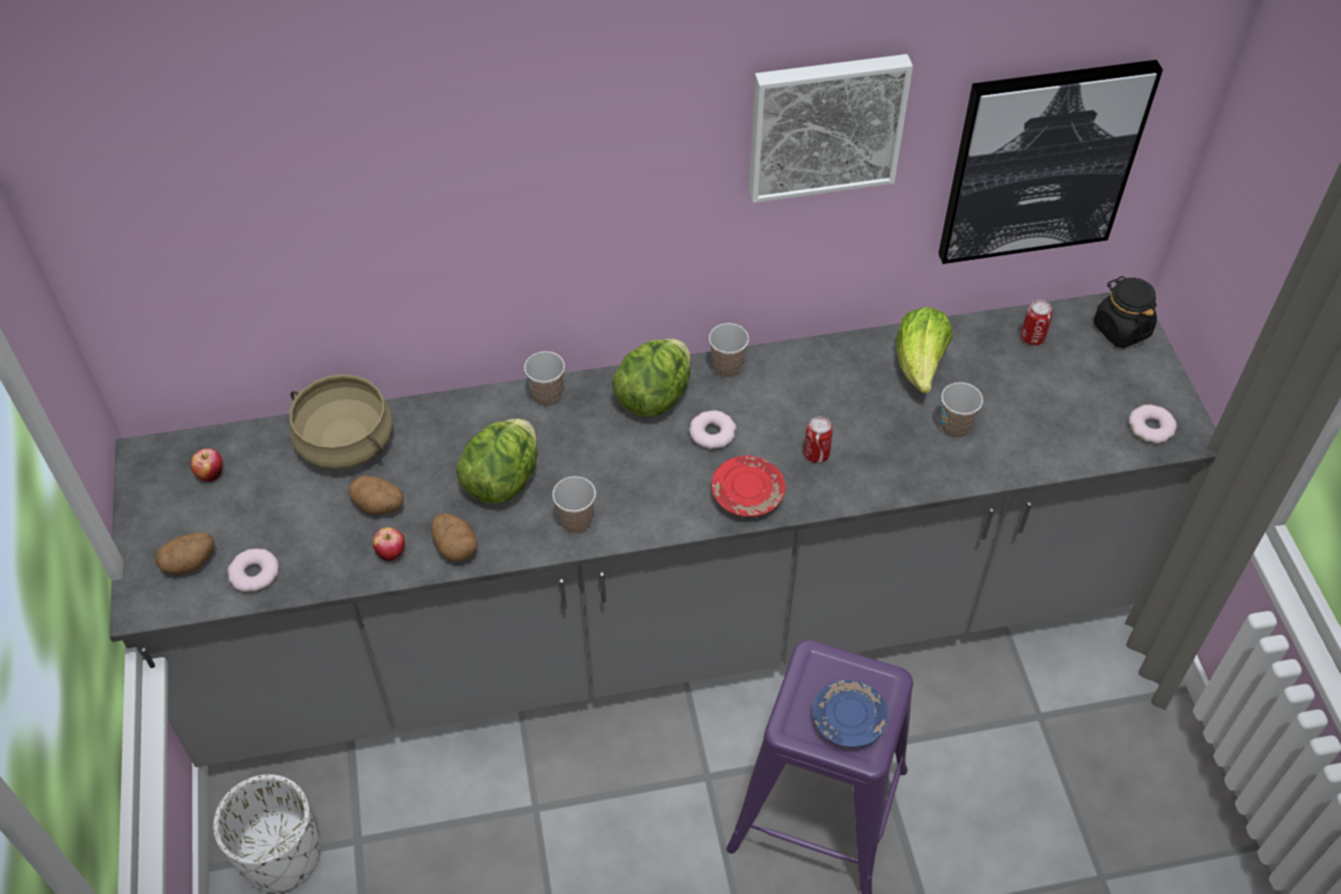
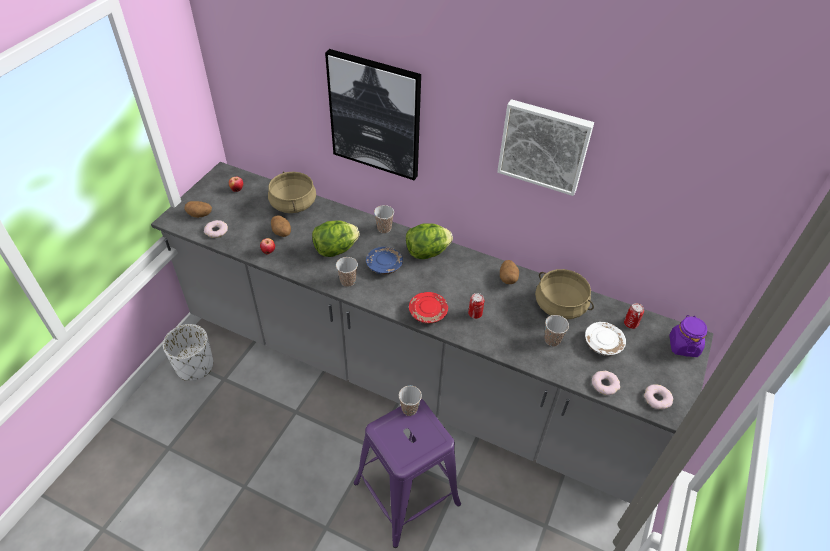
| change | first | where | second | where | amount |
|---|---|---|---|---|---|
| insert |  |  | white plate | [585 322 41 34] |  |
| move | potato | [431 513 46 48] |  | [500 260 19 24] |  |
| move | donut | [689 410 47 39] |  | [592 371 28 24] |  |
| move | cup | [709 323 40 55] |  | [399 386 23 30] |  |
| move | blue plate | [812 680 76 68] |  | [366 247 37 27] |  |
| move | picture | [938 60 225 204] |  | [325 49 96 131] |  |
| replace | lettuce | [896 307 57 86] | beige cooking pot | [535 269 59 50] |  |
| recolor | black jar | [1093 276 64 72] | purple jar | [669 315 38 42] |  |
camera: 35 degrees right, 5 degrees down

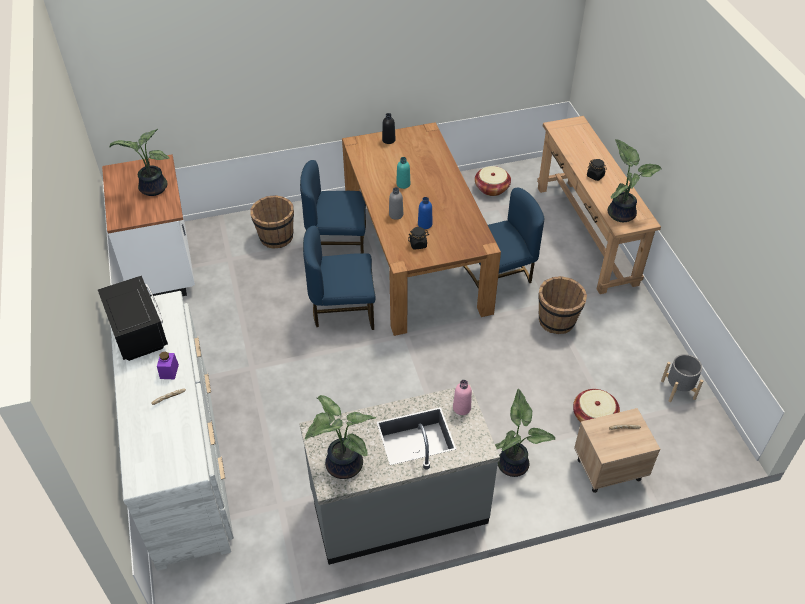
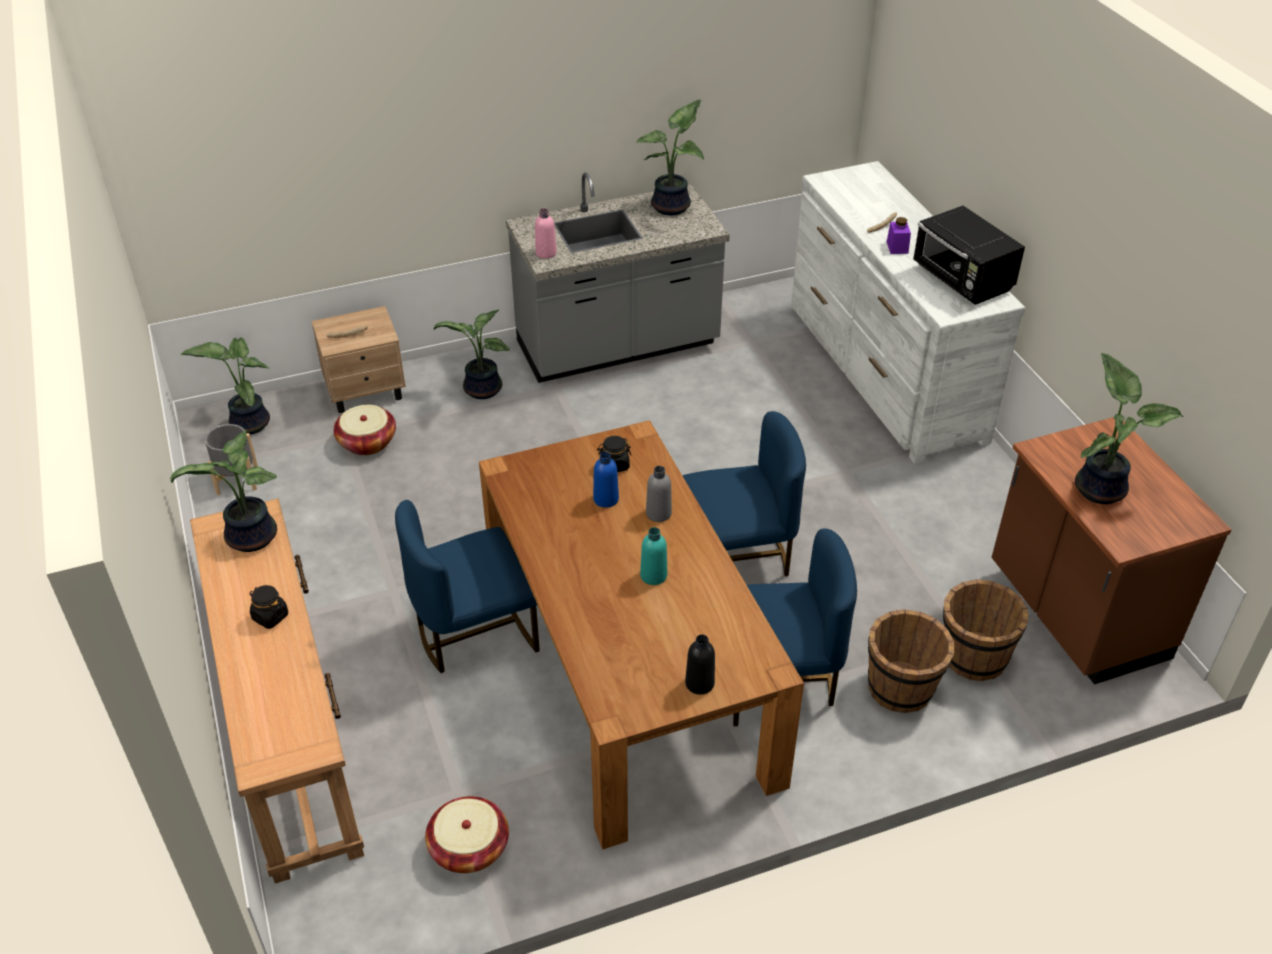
| change | first | where | second | where | amount |
|---|---|---|---|---|---|
| insert |  |  | potted plant | [181 337 89 97] |  |
| move | brown bucket | [539 276 48 58] |  | [943 579 86 102] |  |
| recolor | white counter | [102 154 93 143] | brown counter | [992 417 240 267] |  |
camera: 175 degrees right, 5 degrees down

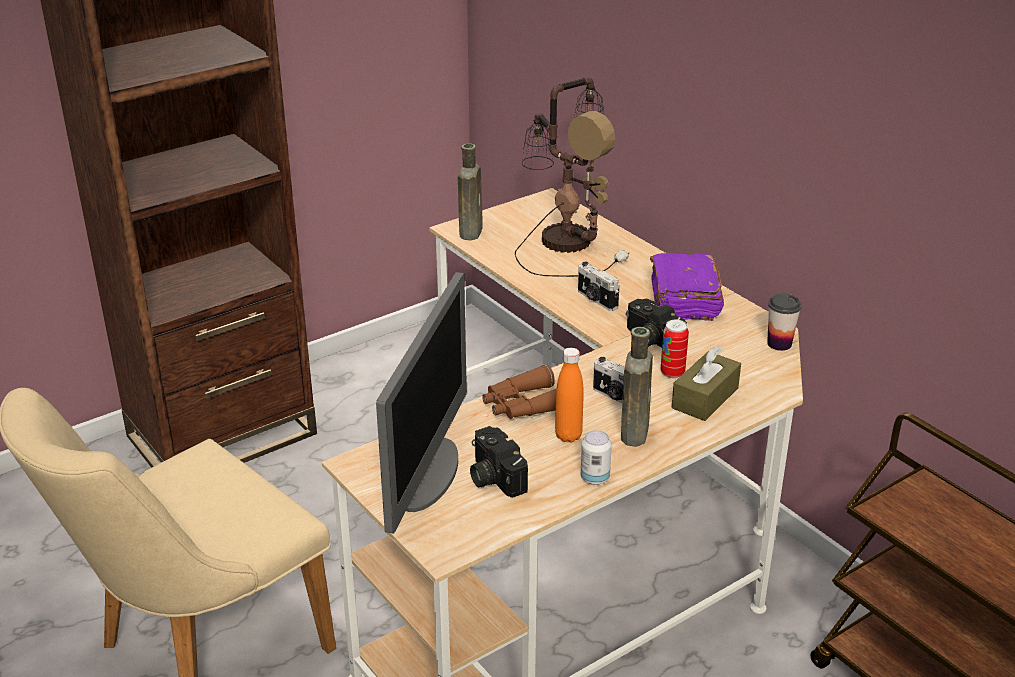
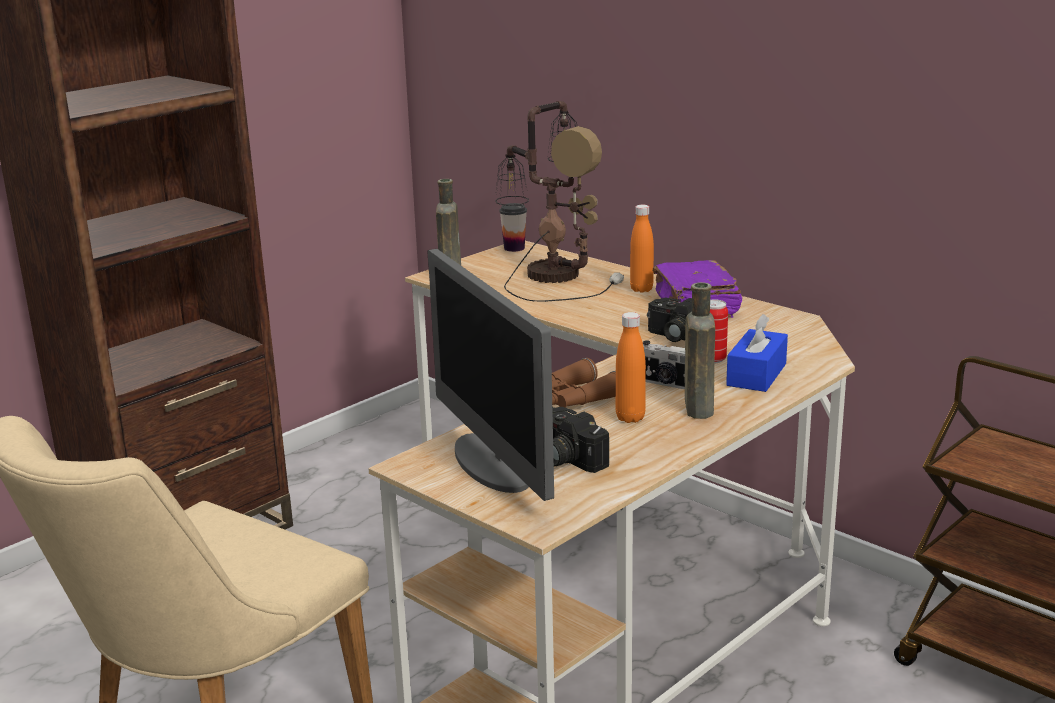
| change | first | where | second | where | amount |
|---|---|---|---|---|---|
| delete | photo camera | [578 262 42 49] |  |  |  |
| delete | can | [581 430 31 55] |  |  |  |
| insert |  |  | orange bottle | [630 205 24 88] |  |
| move | cup | [767 293 35 58] |  | [499 203 28 49] |  |
| recolor | brown tissue box | [671 346 70 75] | blue tissue box | [726 314 62 78] |  |
| rotate | monitor | [376 272 91 262] |  | [428 249 126 252] | 150 degrees clockwise |
camera: 10 degrees left, 10 degrees down

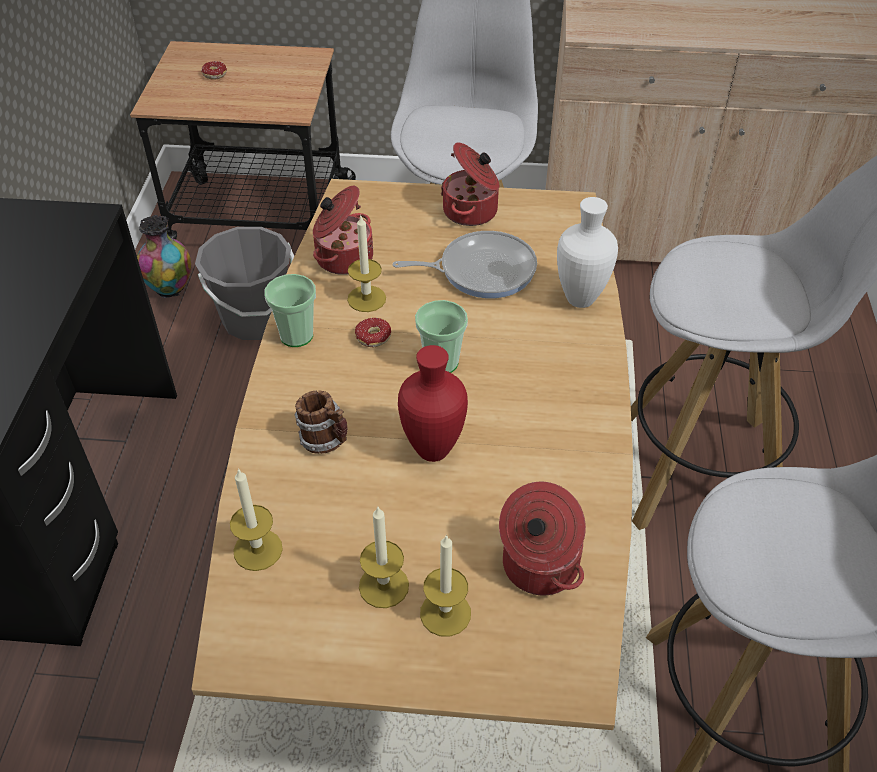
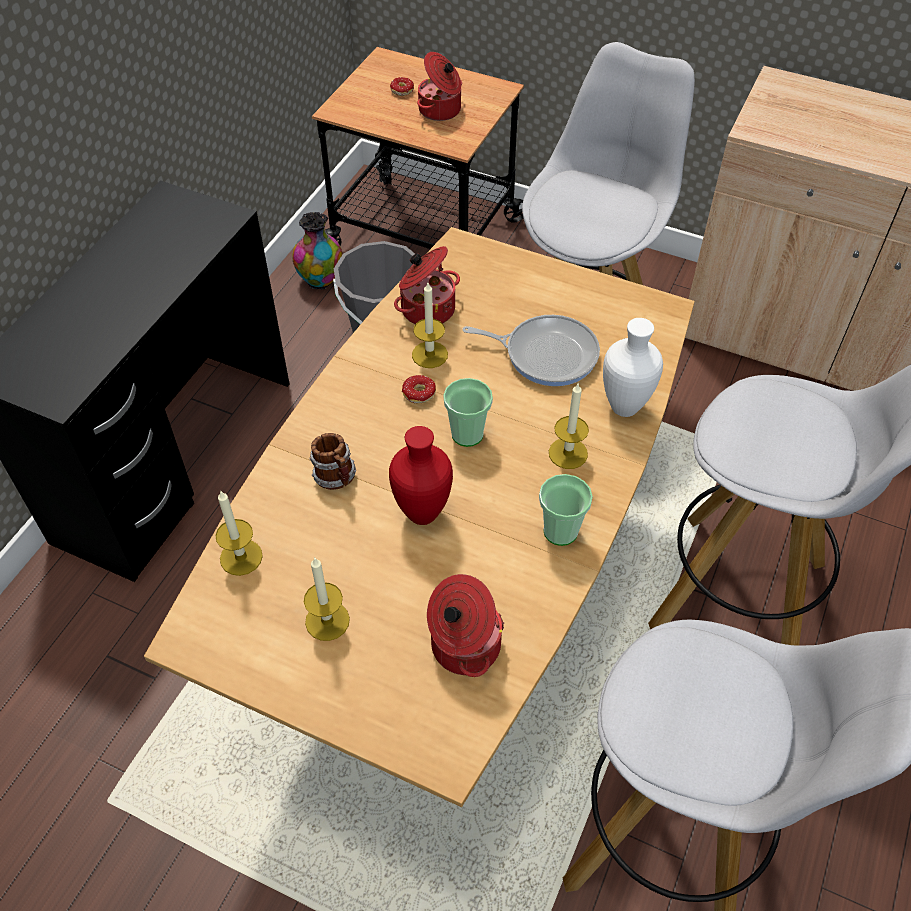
| change | first | where | second | where | amount |
|---|---|---|---|---|---|
| move | cup | [264 274 52 73] |  | [539 474 54 72] |  |
| move | candle | [420 534 51 103] |  | [549 382 40 87] |  |
| move | cooking pot | [441 142 58 84] |  | [417 52 45 69] |  |
camera: 20 degrees right, 5 degrees up

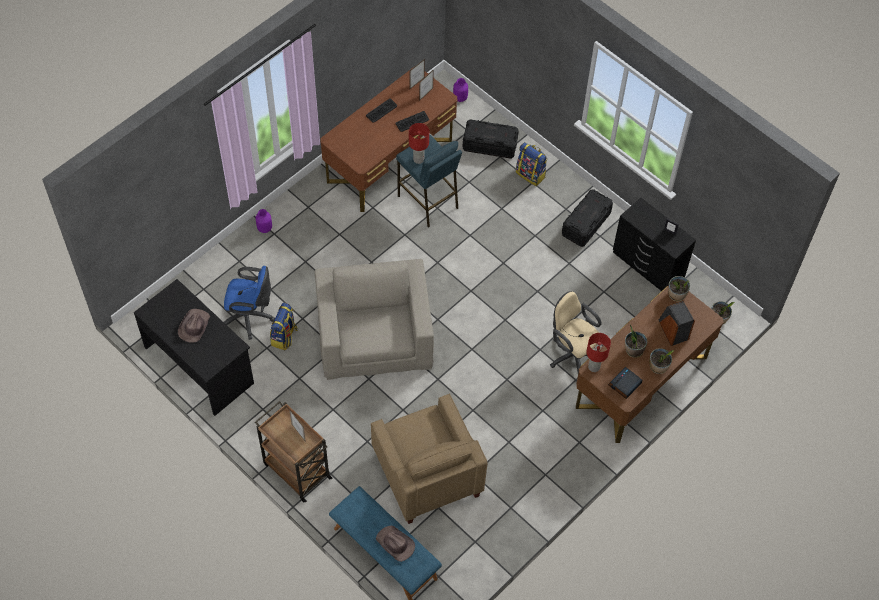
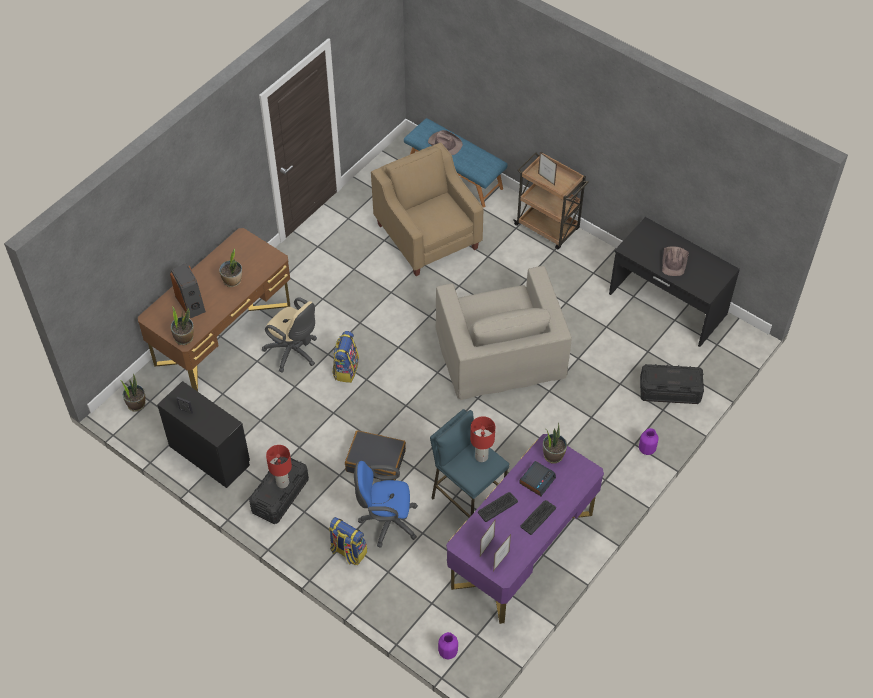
| change | first | where | second | where | amount |
|---|---|---|---|---|---|
| insert |  |  | black suitcase | [345 430 61 50] |  |
| move | blue office chair | [224 266 51 74] |  | [354 461 64 87] |  |
| move | backpack | [270 302 28 48] |  | [333 331 26 52] |  |
| move | black storage box | [463 119 56 40] |  | [640 364 64 40] |  |
| move | red table lamp | [586 333 25 39] |  | [266 445 26 43] |  |
| move | alarm clock | [608 367 35 32] |  | [519 461 37 35] |  |
| move | potted plant | [650 348 24 26] |  | [543 422 24 42] |  |
| recolor | brown desk | [320 66 137 146] | purple desk | [446 434 158 190] |  |
camera: 175 degrees right, 5 degrees down

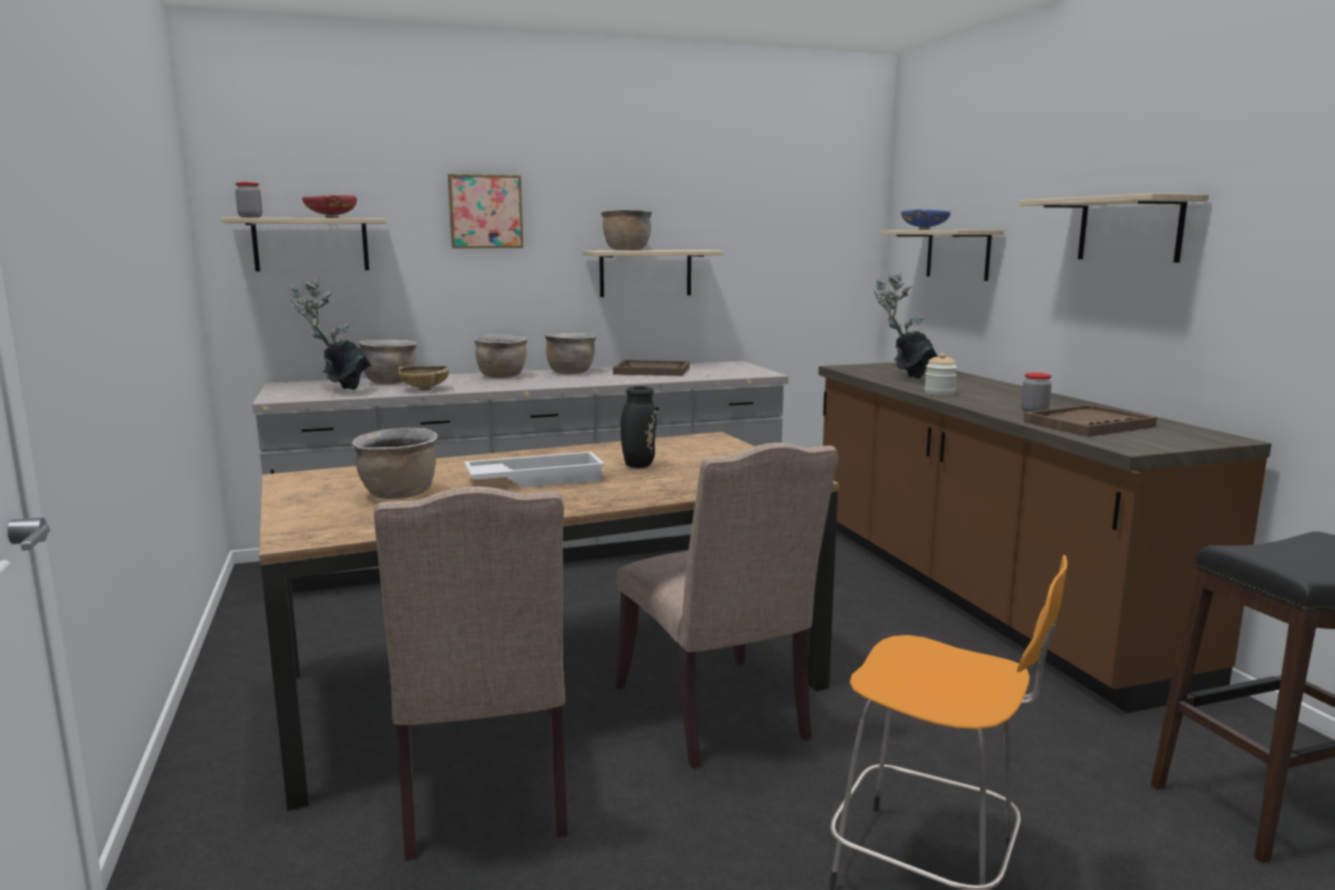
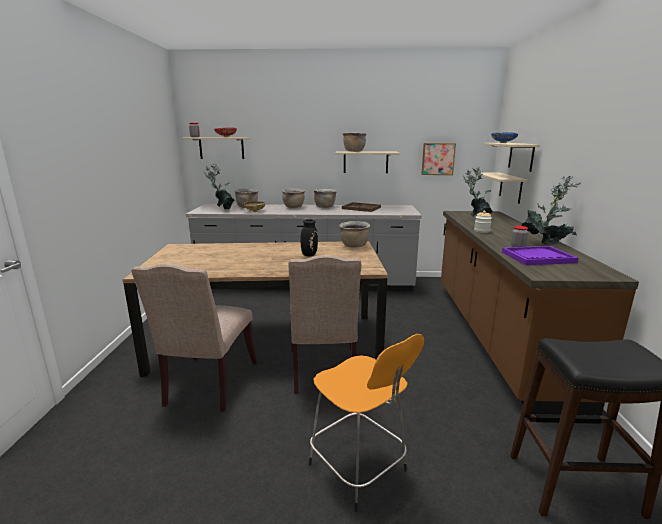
| change | first | where | second | where | amount |
|---|---|---|---|---|---|
| delete | white tray | [464 452 141 36] |  |  |  |
| insert |  |  | potted plant | [521 176 60 70] |  |
| move | brown cooking pot | [352 427 86 72] |  | [339 221 31 27] |  |
| move | picture | [448 174 75 74] |  | [421 143 35 32] |  |
| move | shelf | [1019 193 190 70] |  | [478 172 49 32] |  |
| recolor | brown tray | [1023 405 134 32] | purple tray | [502 246 76 19] |  |
camera: 20 degrees right, 5 degrees up

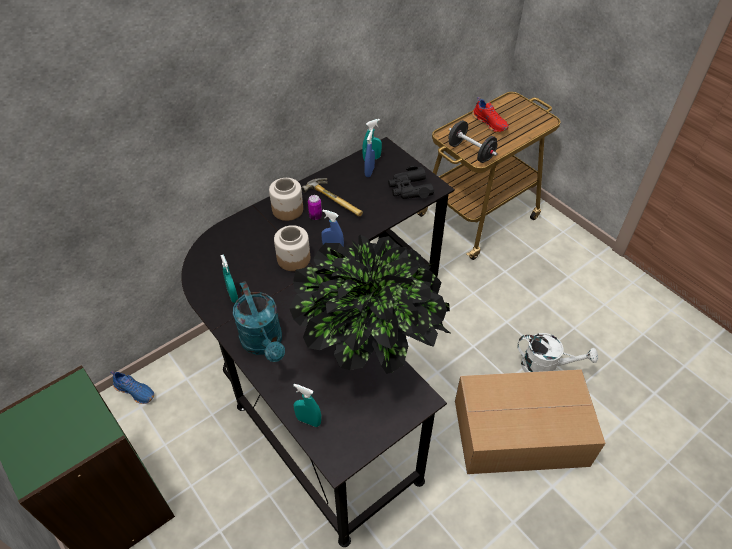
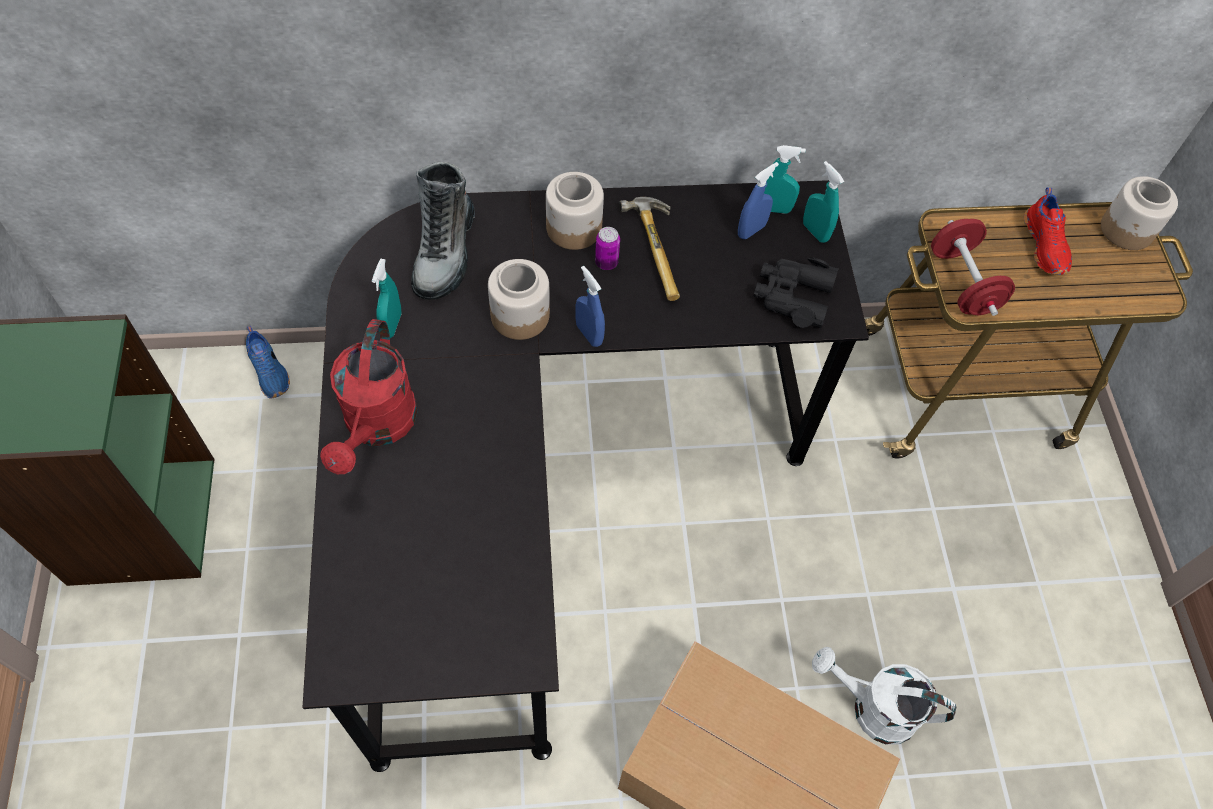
| change | first | where | second | where | amount |
|---|---|---|---|---|---|
| delete | potted plant | [289 234 161 140] |  |  |  |
| insert |  |  | boot | [411 162 64 138] |  |
| insert |  |  | jar | [1101 176 77 74] |  |
| move | turquoise spray bottle | [293 383 28 44] |  | [803 161 41 82] |  |
| recolor | turquoise watering can | [233 281 52 81] | red watering can | [320 319 98 156] |  |
| recolor | black dumbbell | [448 120 50 43] | red dumbbell | [931 219 84 97] |  |
| rotate | white watering can | [517 333 81 39] |  | [812 647 144 98] | 150 degrees clockwise |
camera: 30 degrees right, 10 degrees up

